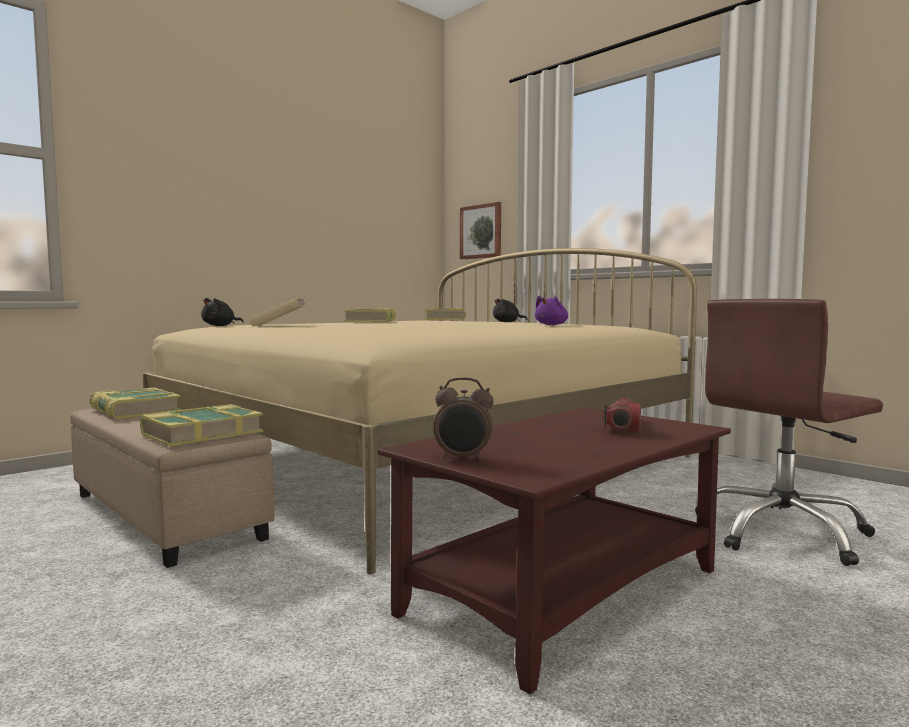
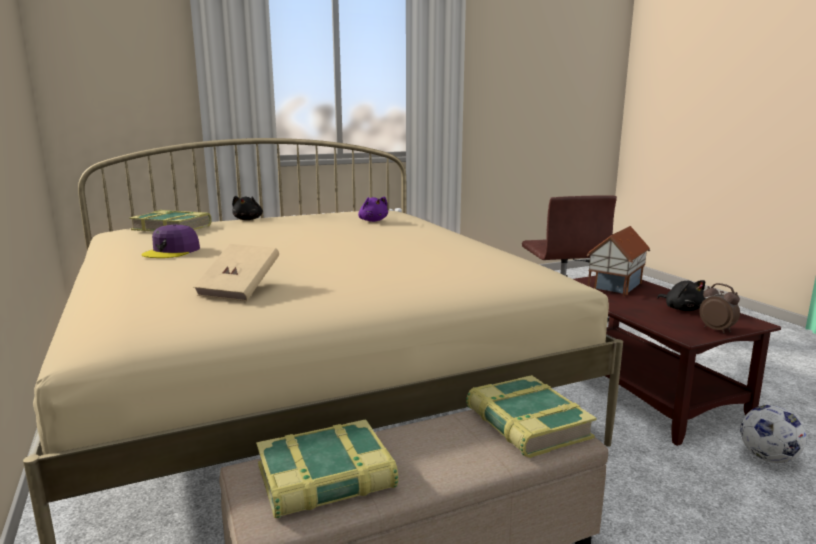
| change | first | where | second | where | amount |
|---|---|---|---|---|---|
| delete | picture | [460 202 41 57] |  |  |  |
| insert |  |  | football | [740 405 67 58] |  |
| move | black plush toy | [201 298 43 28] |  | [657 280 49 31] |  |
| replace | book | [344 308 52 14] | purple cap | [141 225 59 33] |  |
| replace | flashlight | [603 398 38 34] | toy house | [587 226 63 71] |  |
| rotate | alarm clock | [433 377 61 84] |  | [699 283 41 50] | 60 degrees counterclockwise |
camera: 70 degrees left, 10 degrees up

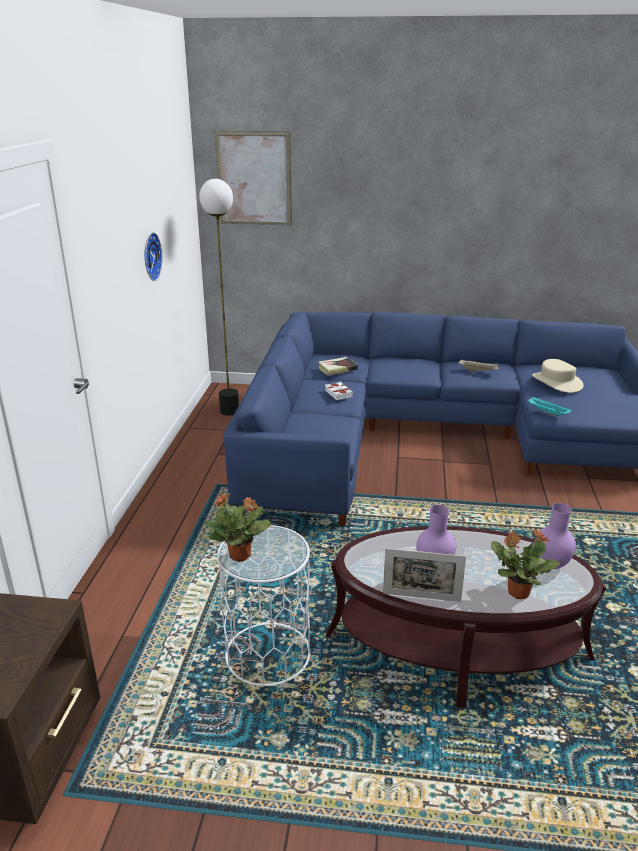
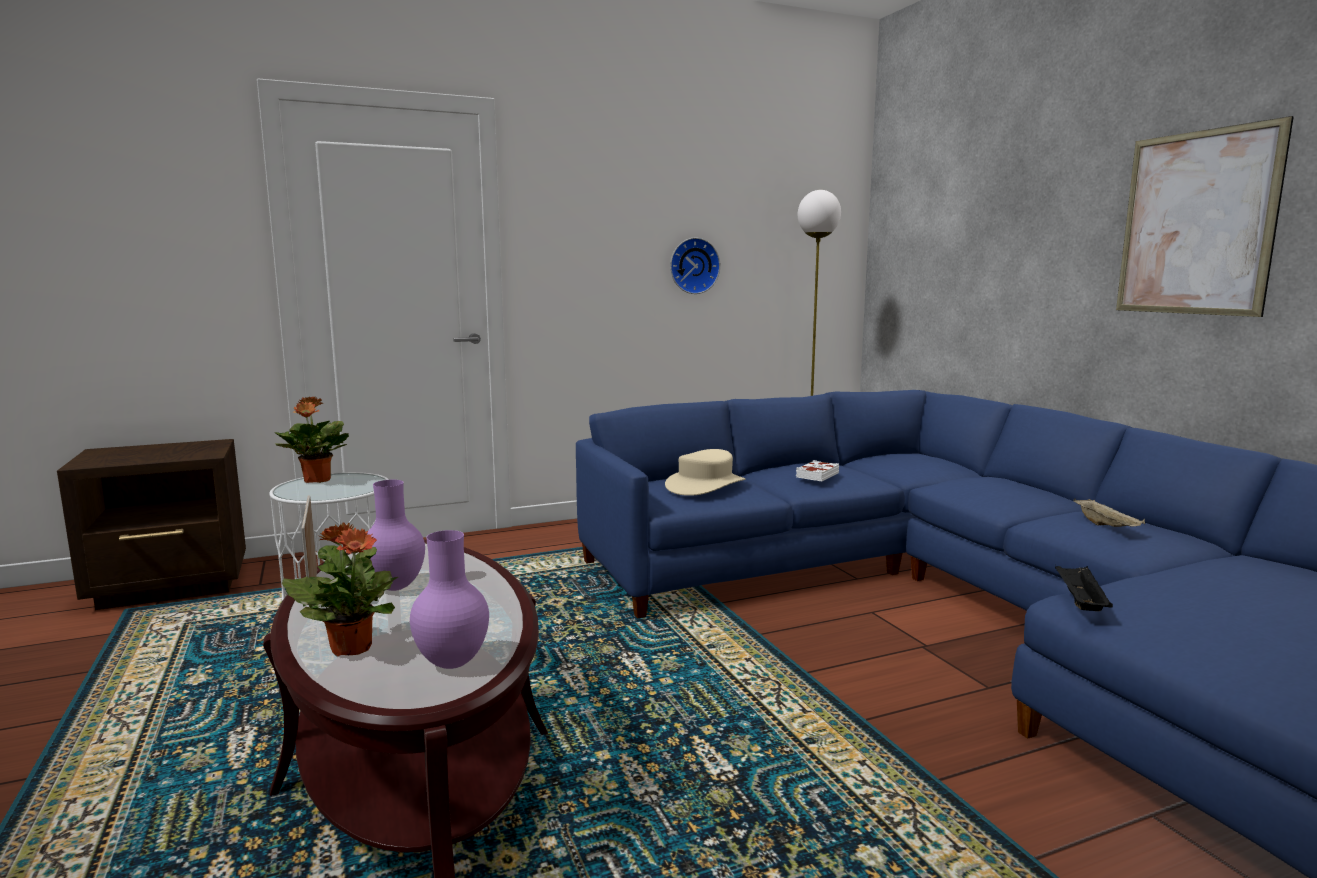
| change | first | where | second | where | amount |
|---|---|---|---|---|---|
| delete | book | [318 357 40 19] |  |  |  |
| move | picture | [215 131 77 94] |  | [1116 116 178 201] |  |
| move | beige hat | [532 359 52 34] |  | [665 449 81 47] |  |
| recolor | turquoise tray | [527 396 45 20] | black tray | [1055 563 58 48] |  |
camera: 60 degrees right, 15 degrees down

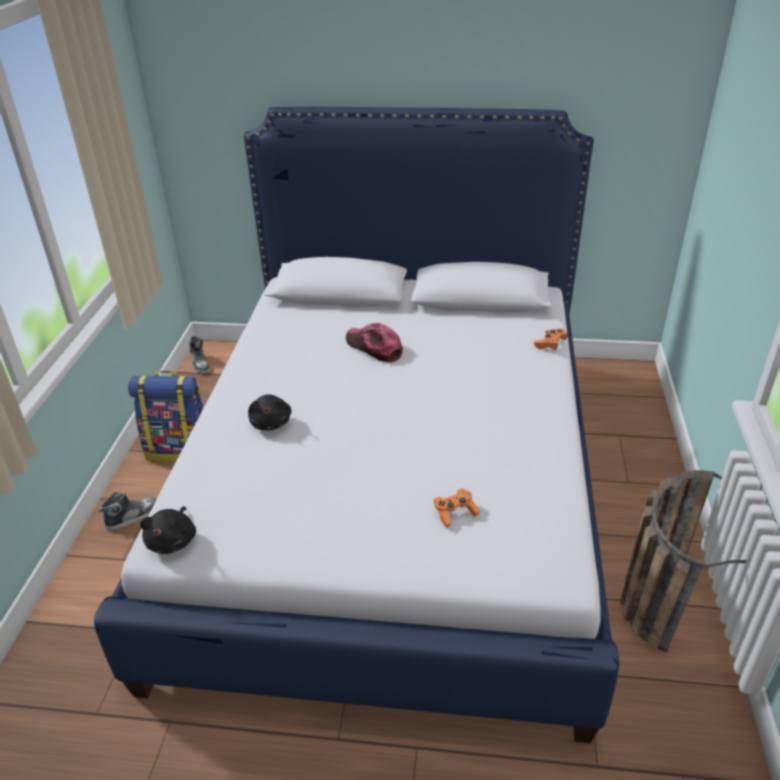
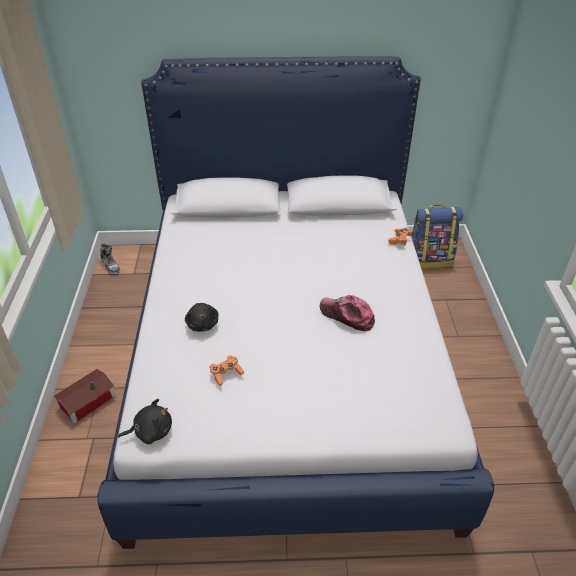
| change | first | where | second | where | amount |
|---|---|---|---|---|---|
| delete | basket | [620 470 128 182] |  |  |  |
| move | backpack | [128 371 76 92] |  | [411 204 52 65] |  |
| move | cap | [346 323 57 40] |  | [320 295 55 37] |  |
| move | orange game controller | [434 489 46 38] |  | [210 355 34 31] |  |
| replace | shoe | [99 492 57 39] | toy house | [53 369 63 55] |  |
| rotate | black plush toy | [140 506 56 48] |  | [118 399 54 45] | 105 degrees counterclockwise |
camera: 10 degrees left, 5 degrees up

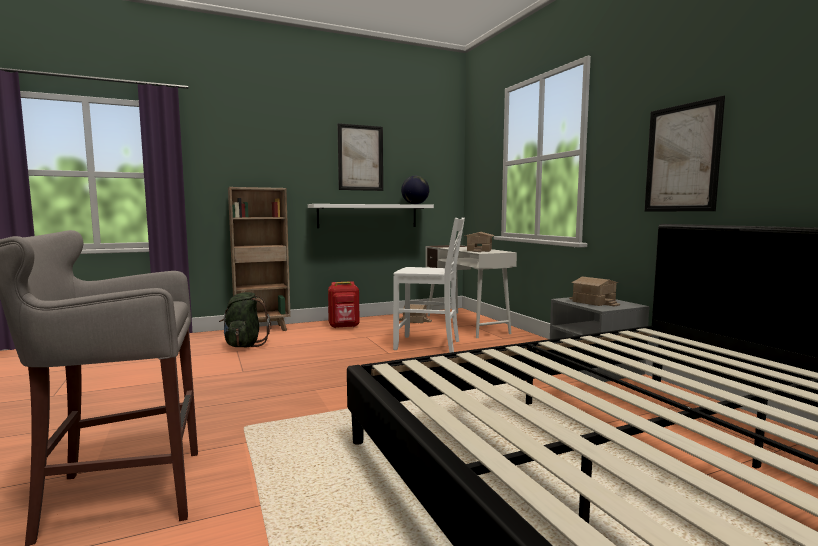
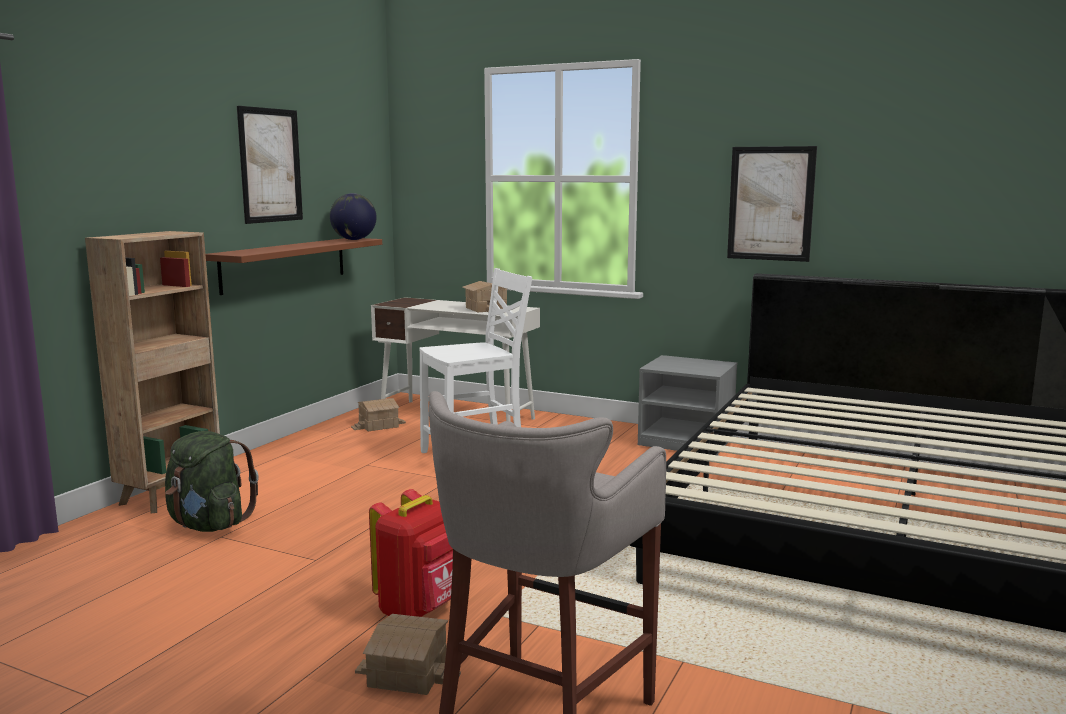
| change | first | where | second | where | amount |
|---|---|---|---|---|---|
| move | red backpack | [328 281 32 47] |  | [369 489 84 128] |  |
| move | toy house | [569 276 51 31] |  | [355 614 106 81] |  |
| recolor | white shelf | [308 204 126 24] | brown shelf | [206 238 176 57] |  |
camera: 40 degrees left, 5 degrees up

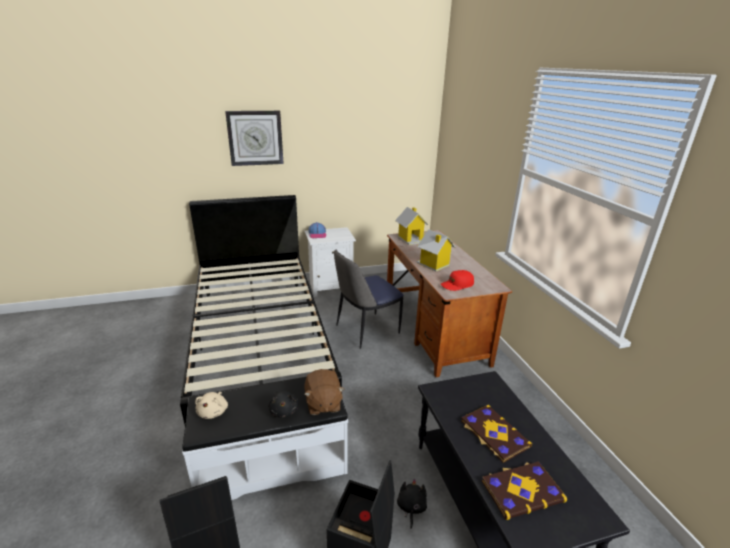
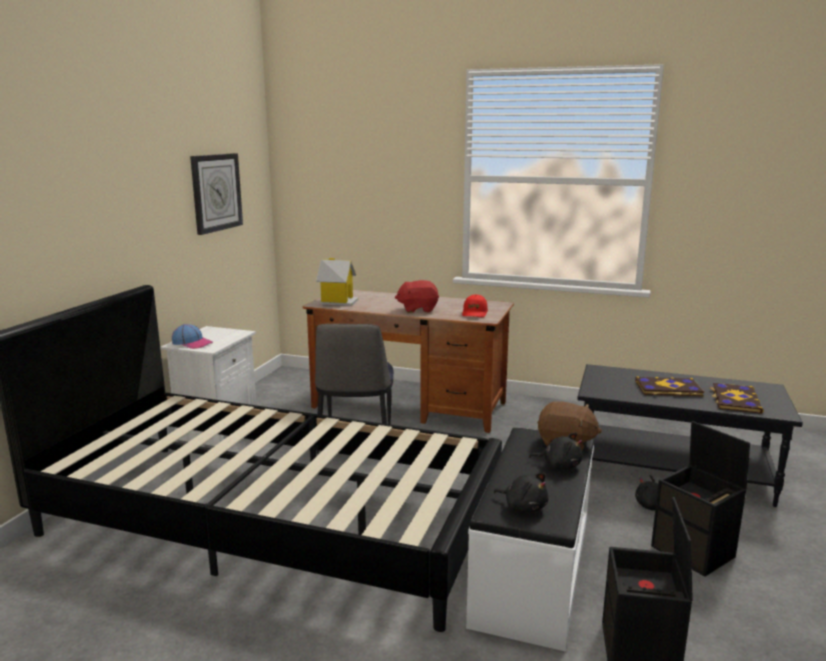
| change | first | where | second | where | amount |
|---|---|---|---|---|---|
| move | wall clock | [225 111 59 55] |  | [190 153 53 82] |  |
| replace | toy house | [416 229 40 43] | red plush toy | [395 280 44 33] |  |
| recolor | beige plush toy | [195 392 33 27] | black plush toy | [493 473 55 39] |  |
camera: 55 degrees left, 10 degrees down

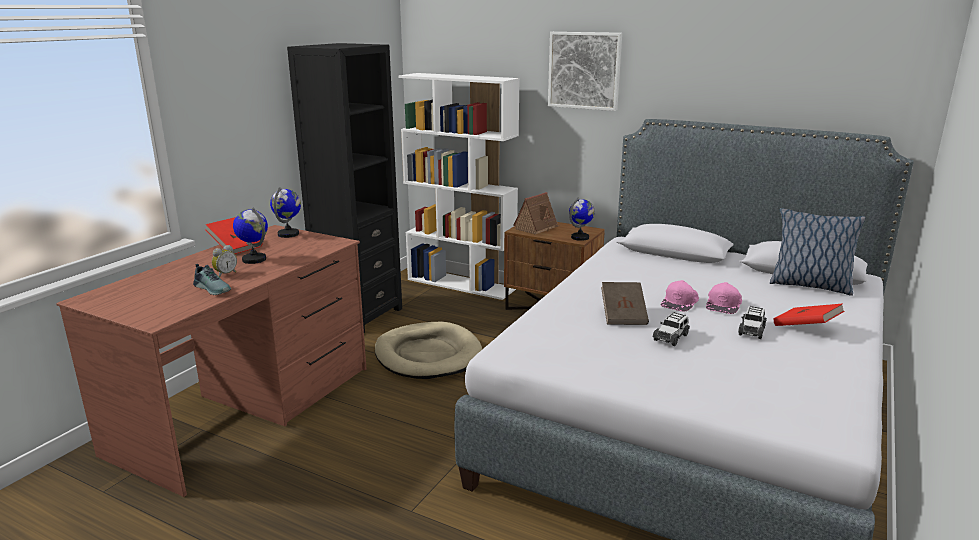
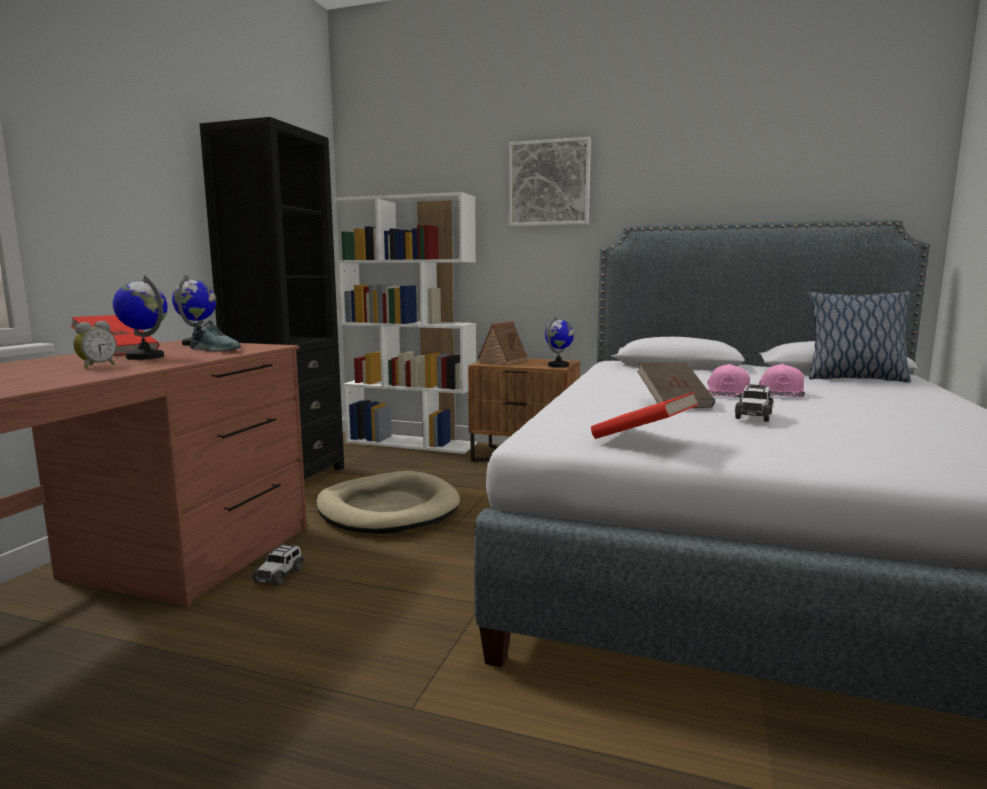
| change | first | where | second | where | amount |
|---|---|---|---|---|---|
| move | shoe | [193 264 38 31] |  | [190 320 51 32] |  |
| move | toy car | [738 306 29 33] |  | [252 543 52 43] |  |
| move | red book | [774 303 71 23] |  | [591 392 108 47] |  |
camera: 10 degrees left, 10 degrees down

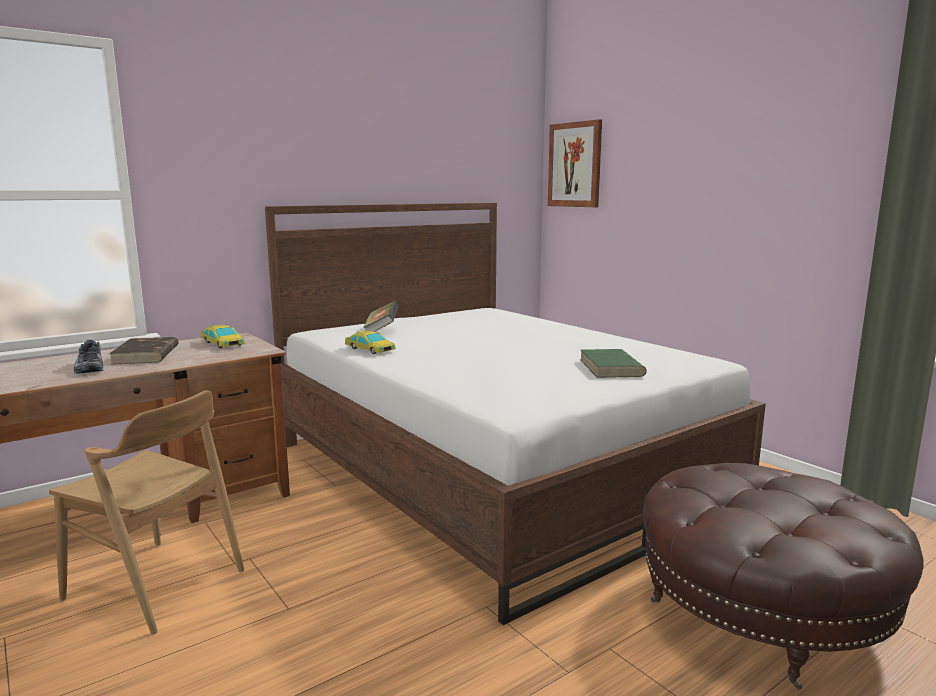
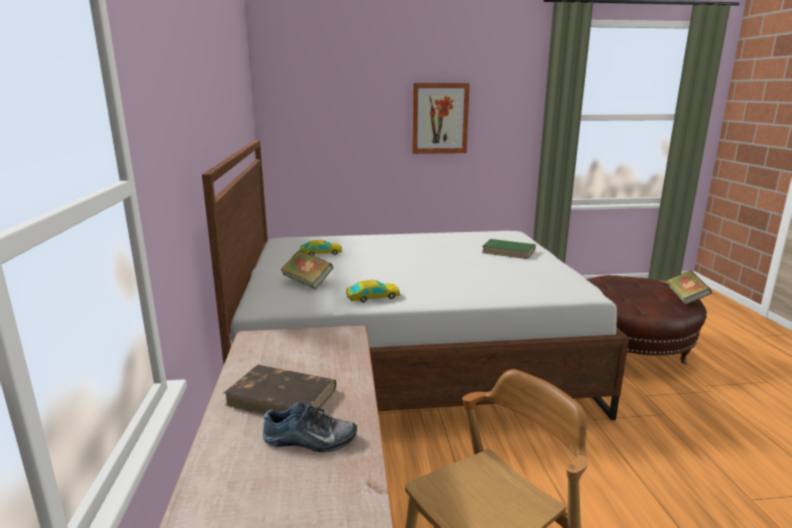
| change | first | where | second | where | amount |
|---|---|---|---|---|---|
| insert |  |  | book | [666 271 46 34] |  |
| move | toy car | [201 325 44 23] |  | [300 240 42 16] |  |
| move | picture | [548 119 54 88] |  | [412 83 58 71] |  |
camera: 60 degrees left, 5 degrees up

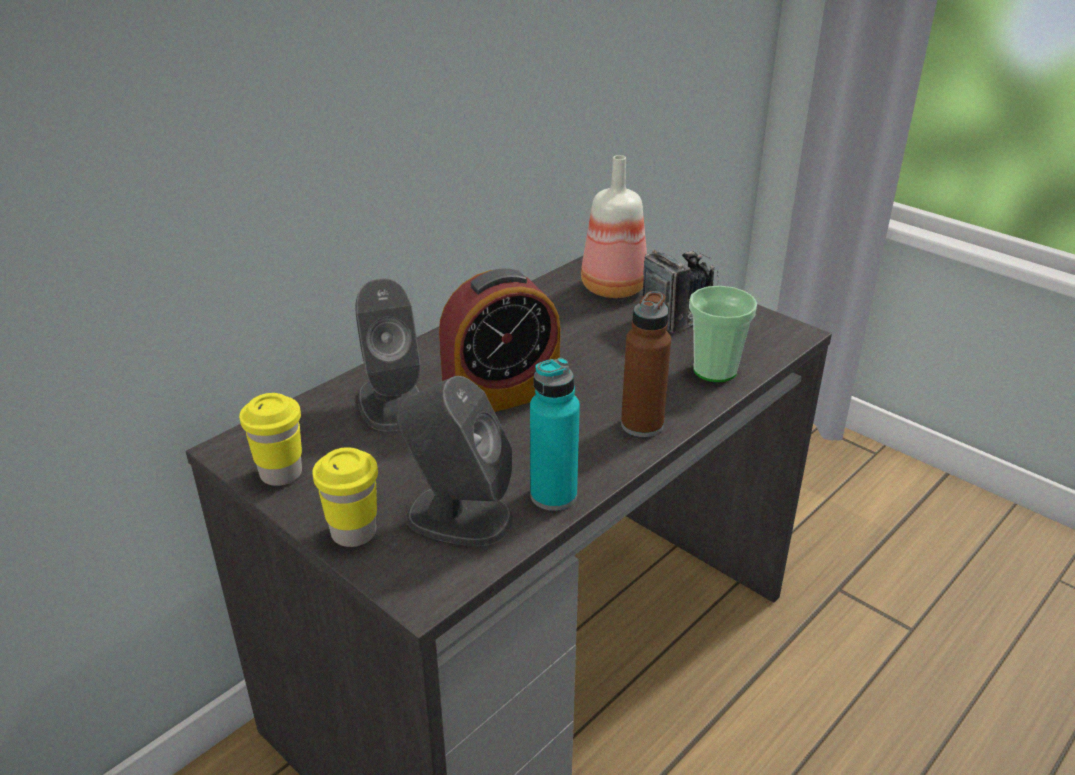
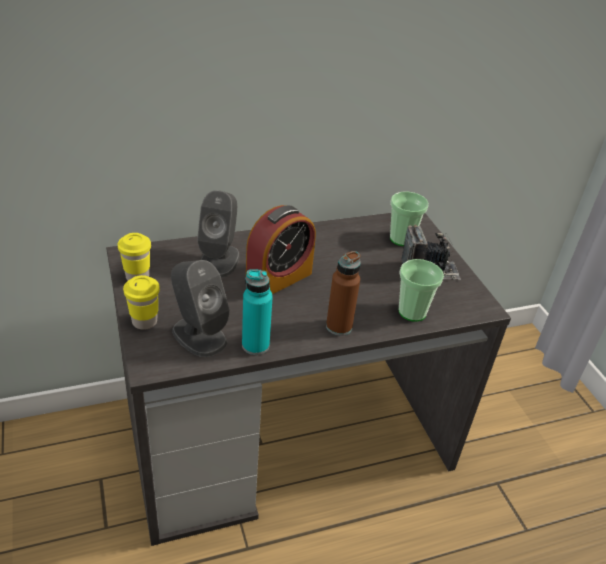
| change | first | where | second | where | amount |
|---|---|---|---|---|---|
| replace | bottle | [581 155 66 143] | cup | [390 192 39 54] |  |
| rotate | alarm clock | [439 268 121 144] |  | [246 205 70 89] | 45 degrees counterclockwise |
camera: 25 degrees right, 5 degrees up

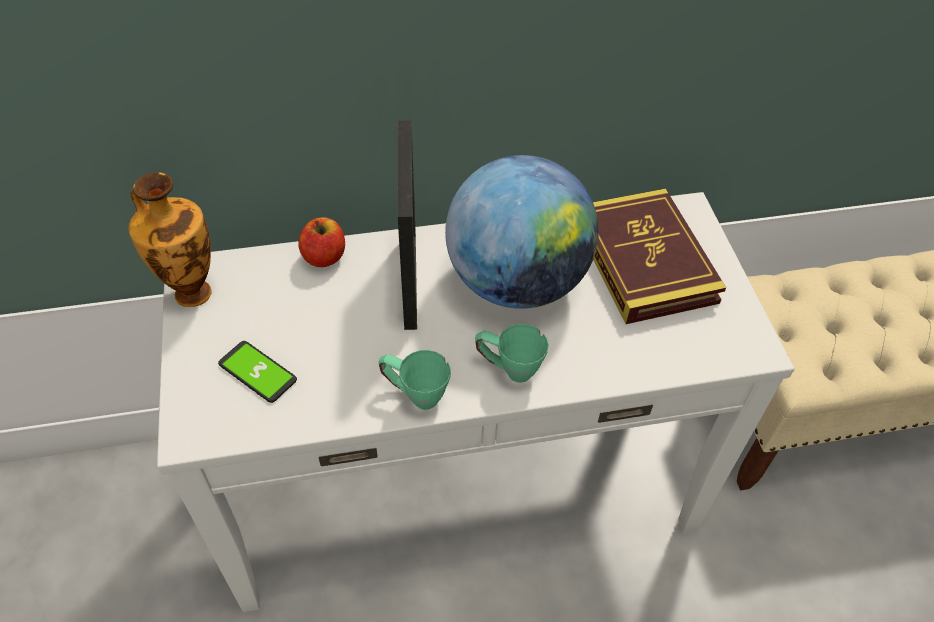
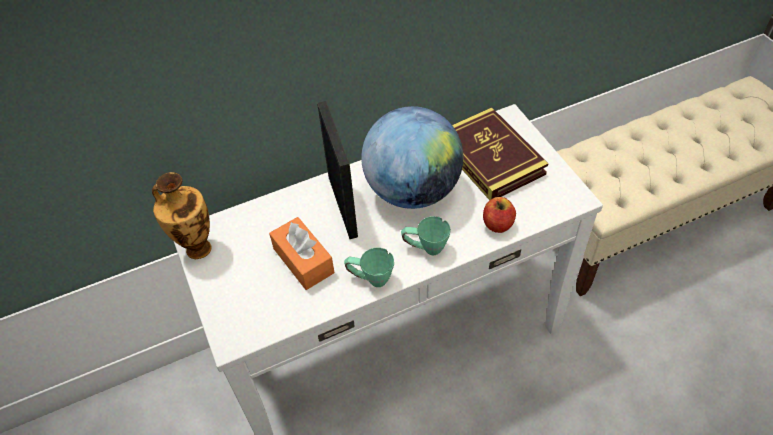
| change | first | where | second | where | amount |
|---|---|---|---|---|---|
| delete | phone | [218 341 79 62] |  |  |  |
| insert |  |  | orange tissue box | [269 217 66 73] |  |
| move | apple | [298 217 47 50] |  | [483 197 33 36] |  |
camera: 10 degrees left, 0 degrees up

